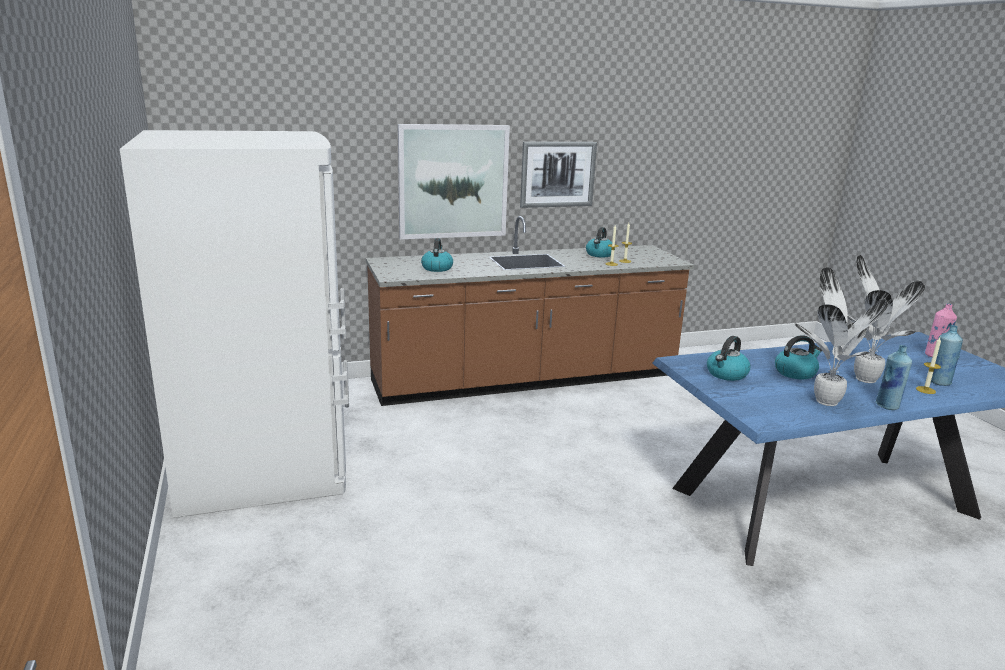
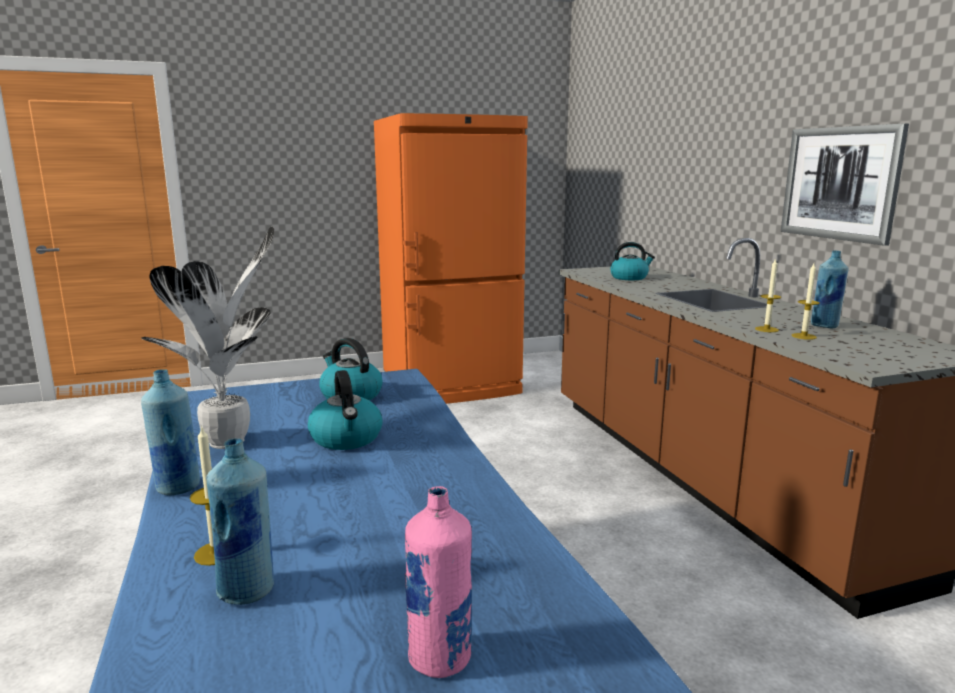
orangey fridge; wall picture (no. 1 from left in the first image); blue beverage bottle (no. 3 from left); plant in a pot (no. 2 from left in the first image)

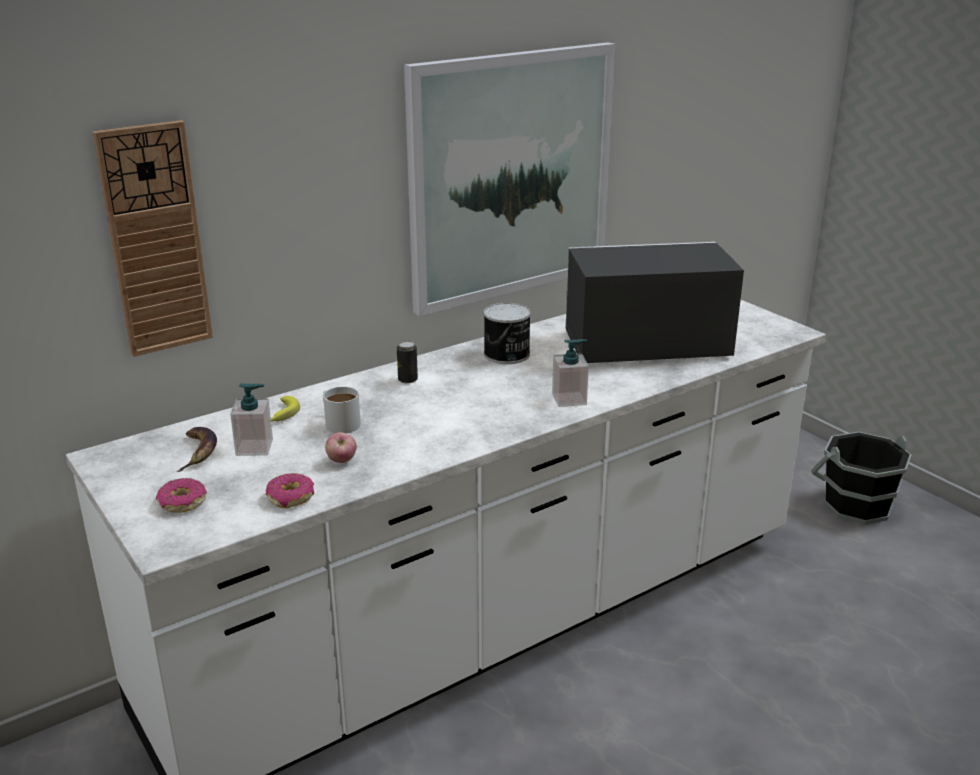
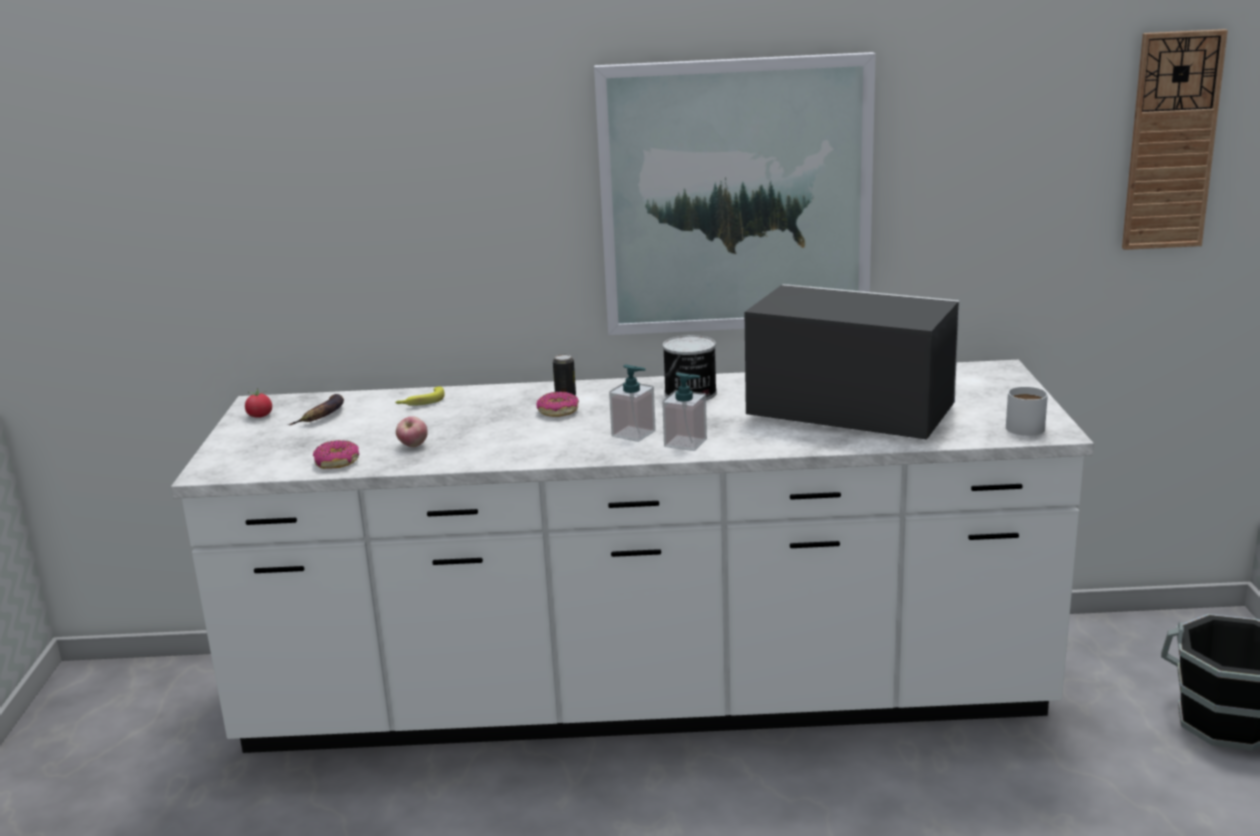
wall clock; ring doughnut (no. 2 from left); liquid soap bottle (no. 1 from left); whitish coffee mug; tomato

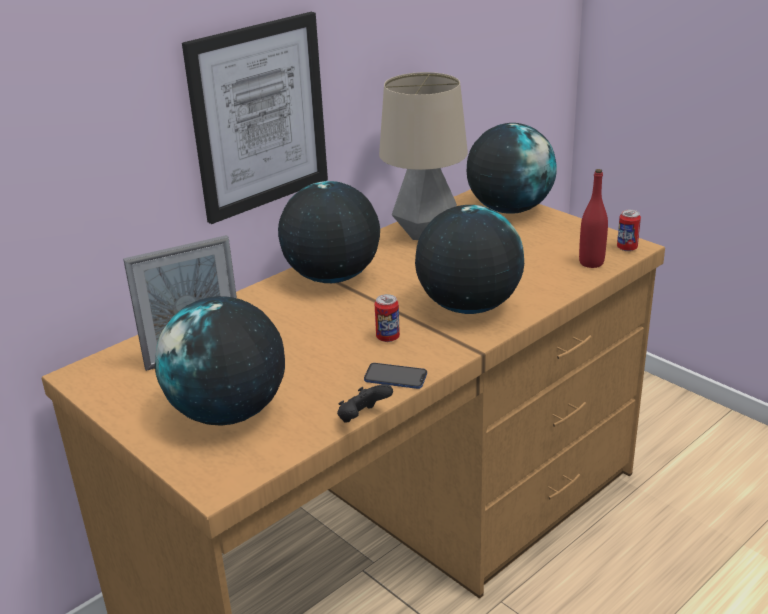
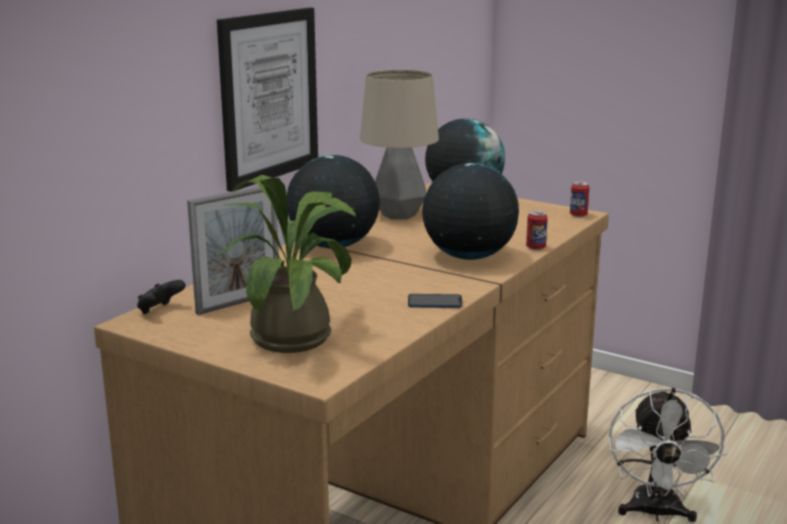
plant in a pot; black-coloured joypad; metal can (no. 1 from left); reddish beverage bottle; whitish cooling fan

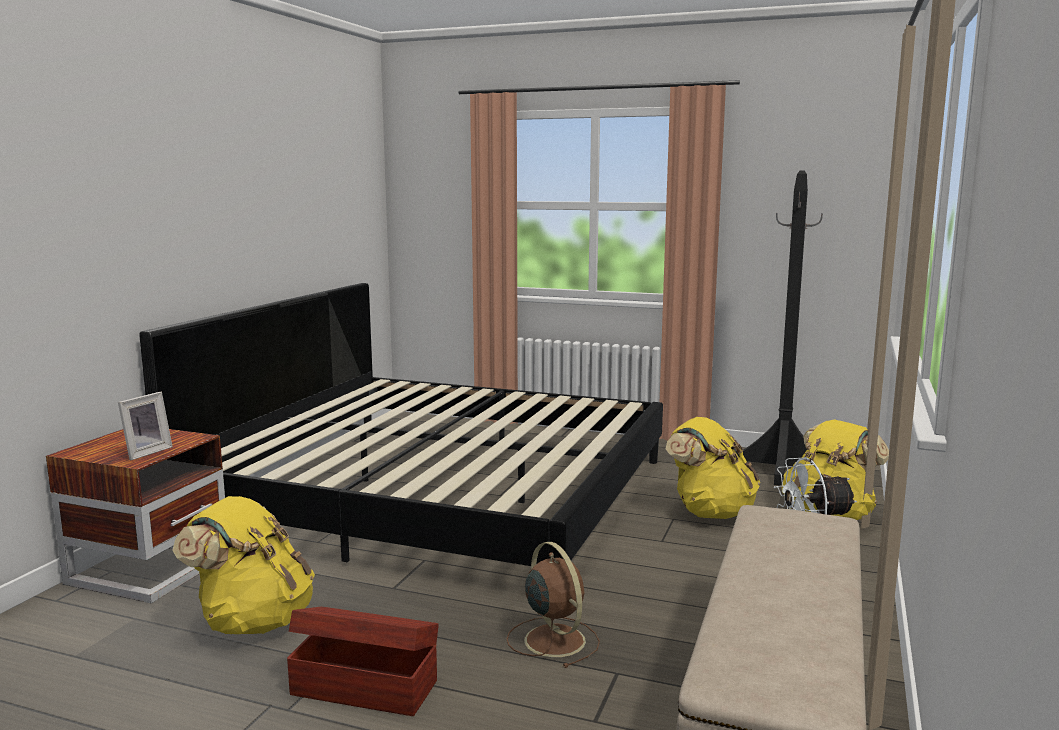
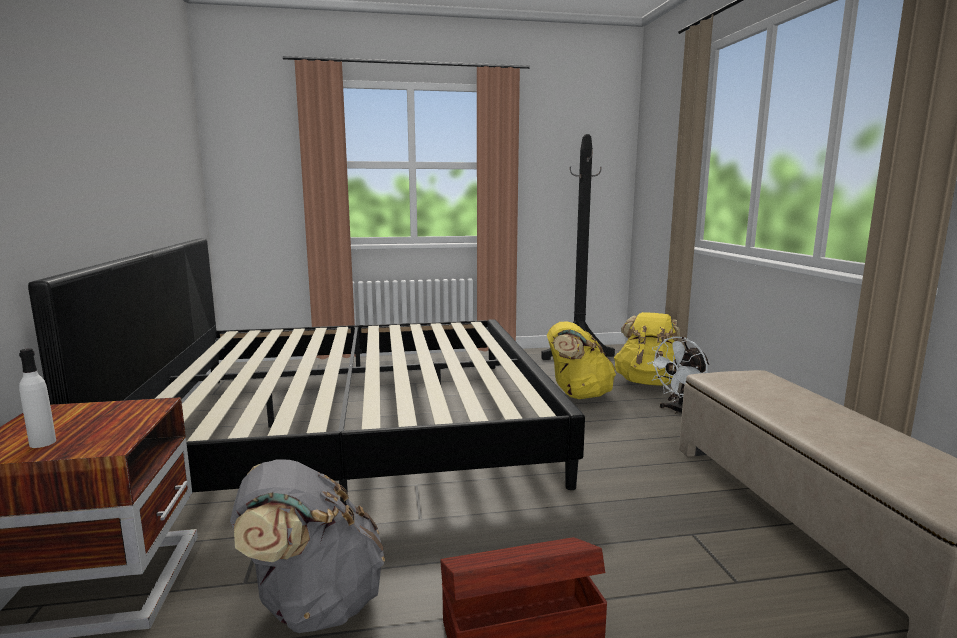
picture frame; gray backpack; brown cooling fan; whitish beverage bottle

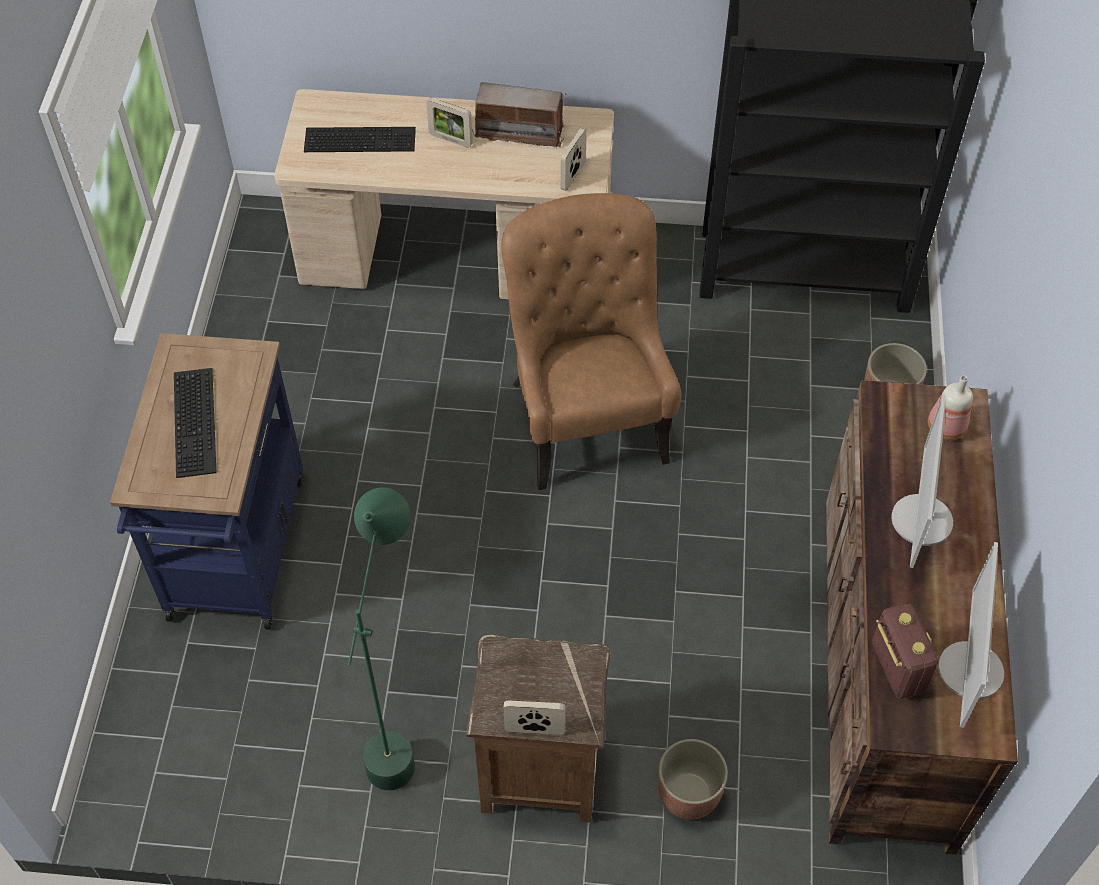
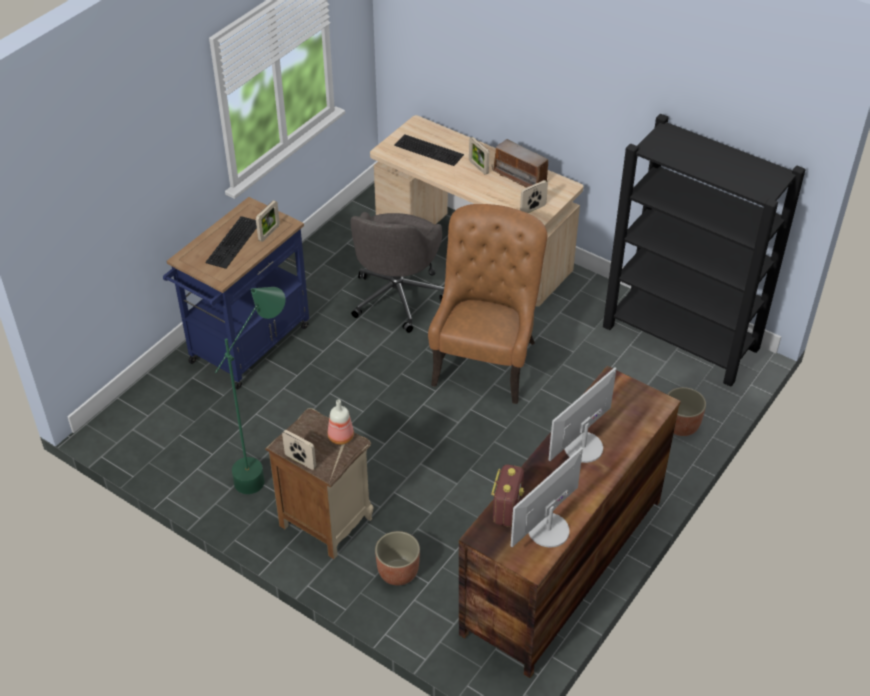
beverage bottle; picture frame (no. 1 from left); gray computer chair

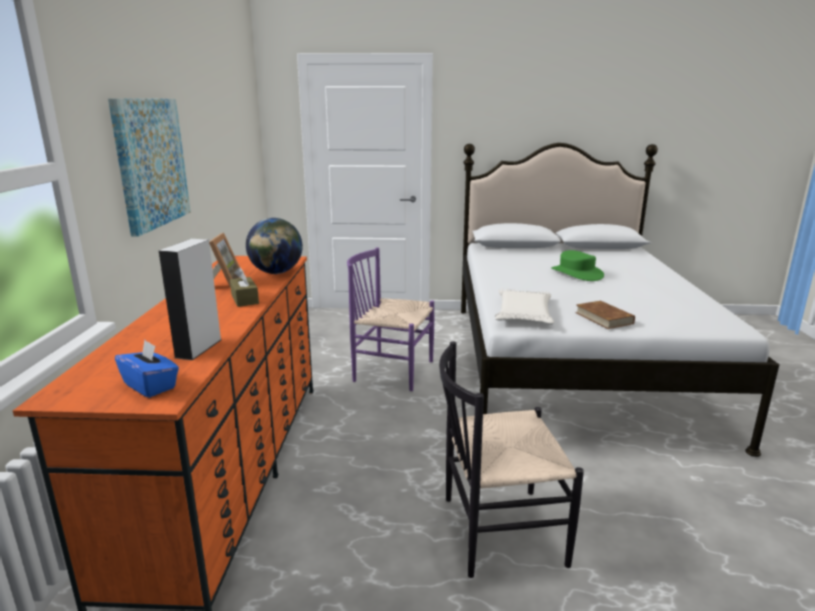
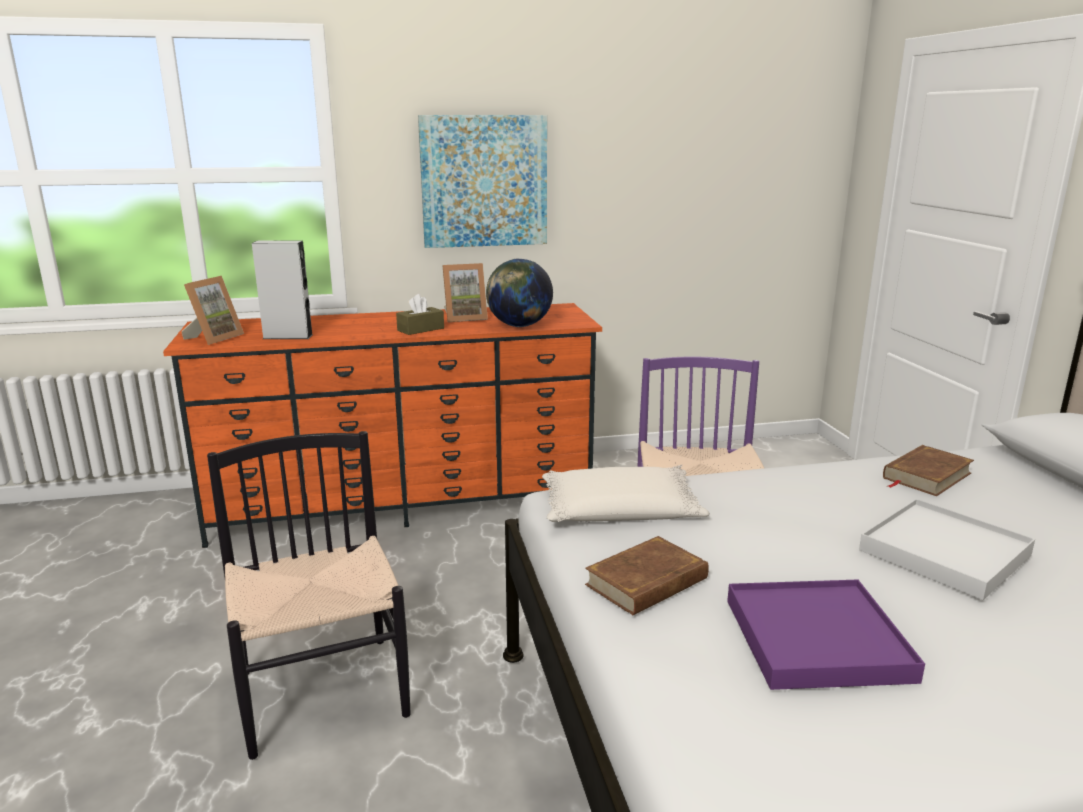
picture frame (no. 1 from left); whitish carrying tray; purple-coloured carrying tray; brown bound book (no. 2 from left)

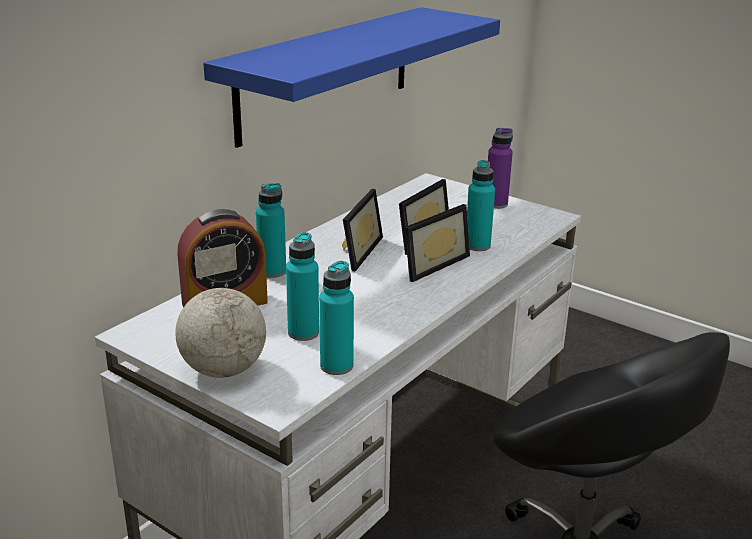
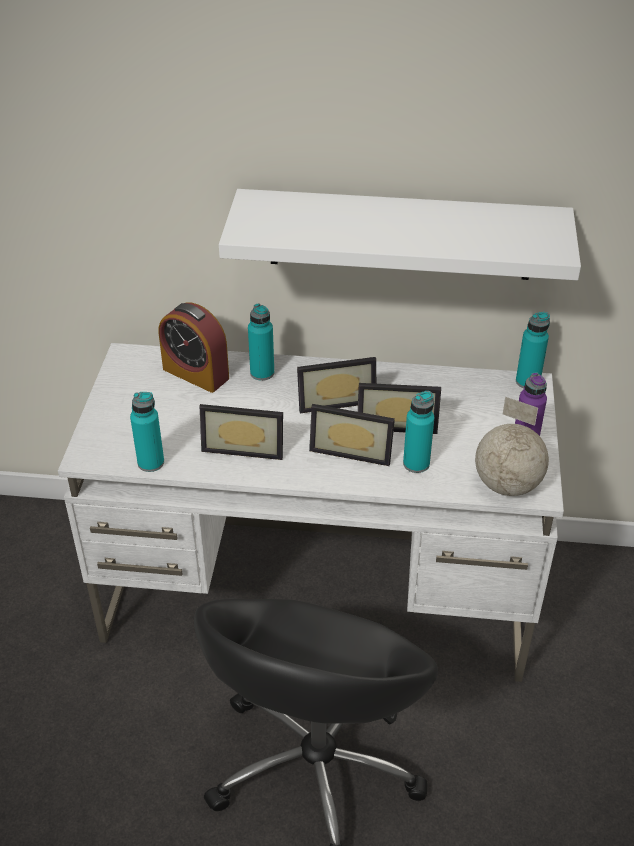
world globe; whitish wall shelf; turquoise beverage bottle (no. 4 from left); picture frame (no. 1 from left)

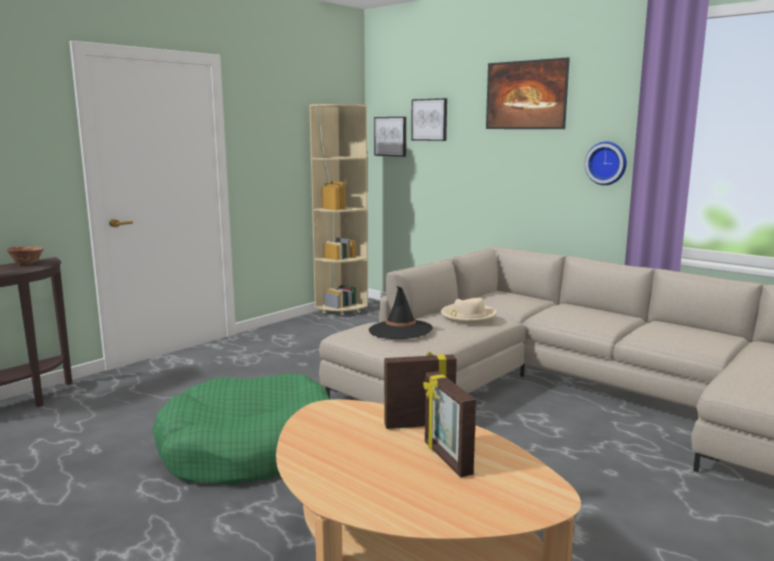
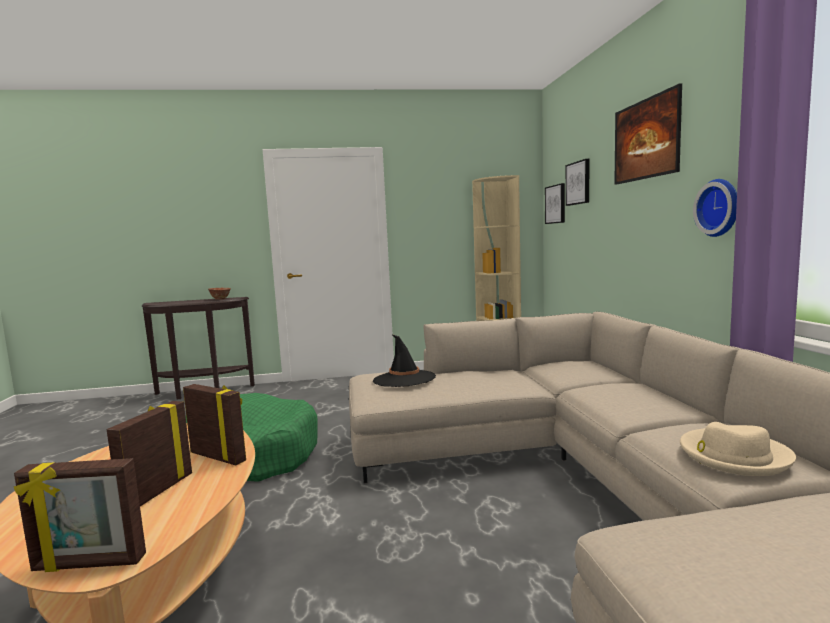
beige-coloured clothing hat; picture frame (no. 1 from left)

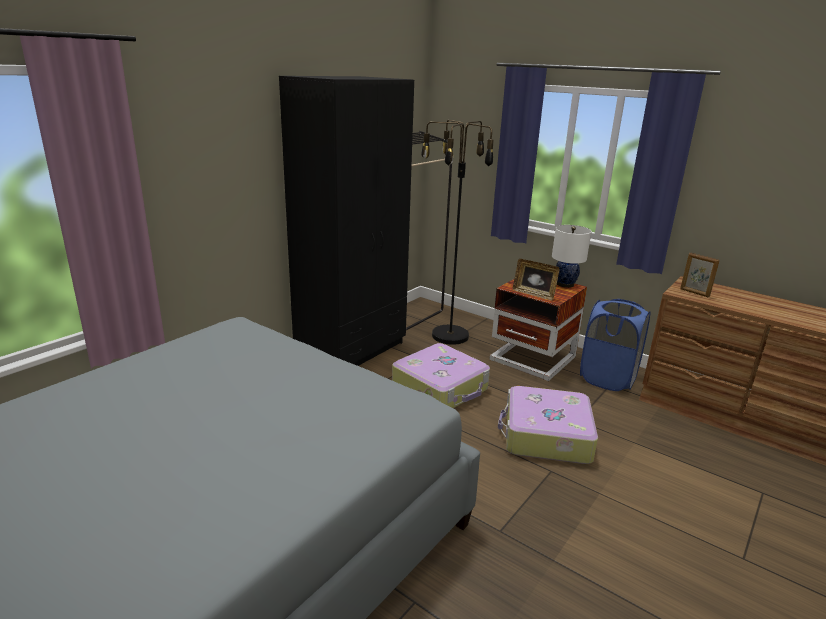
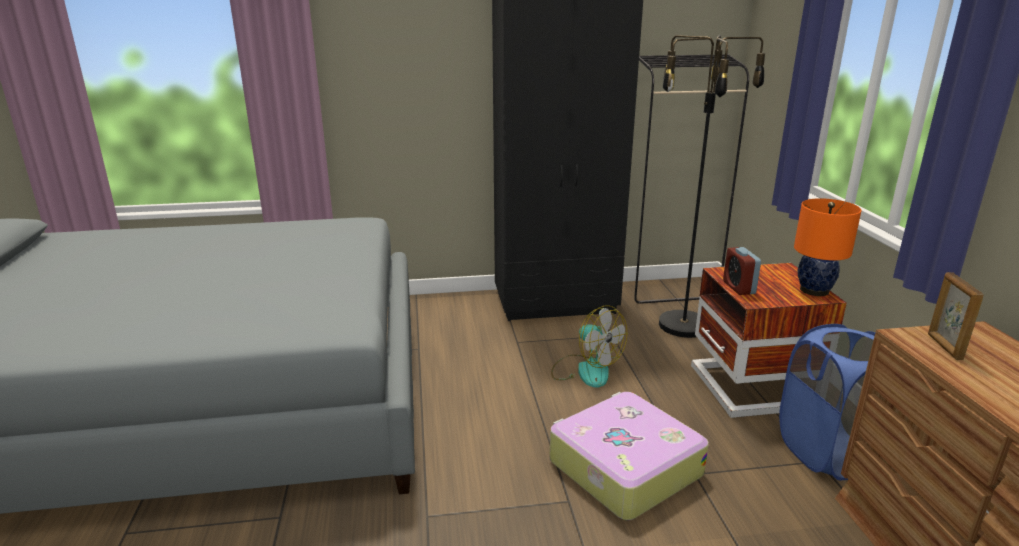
cooling fan; alarm clock; orangey lamp for a table

